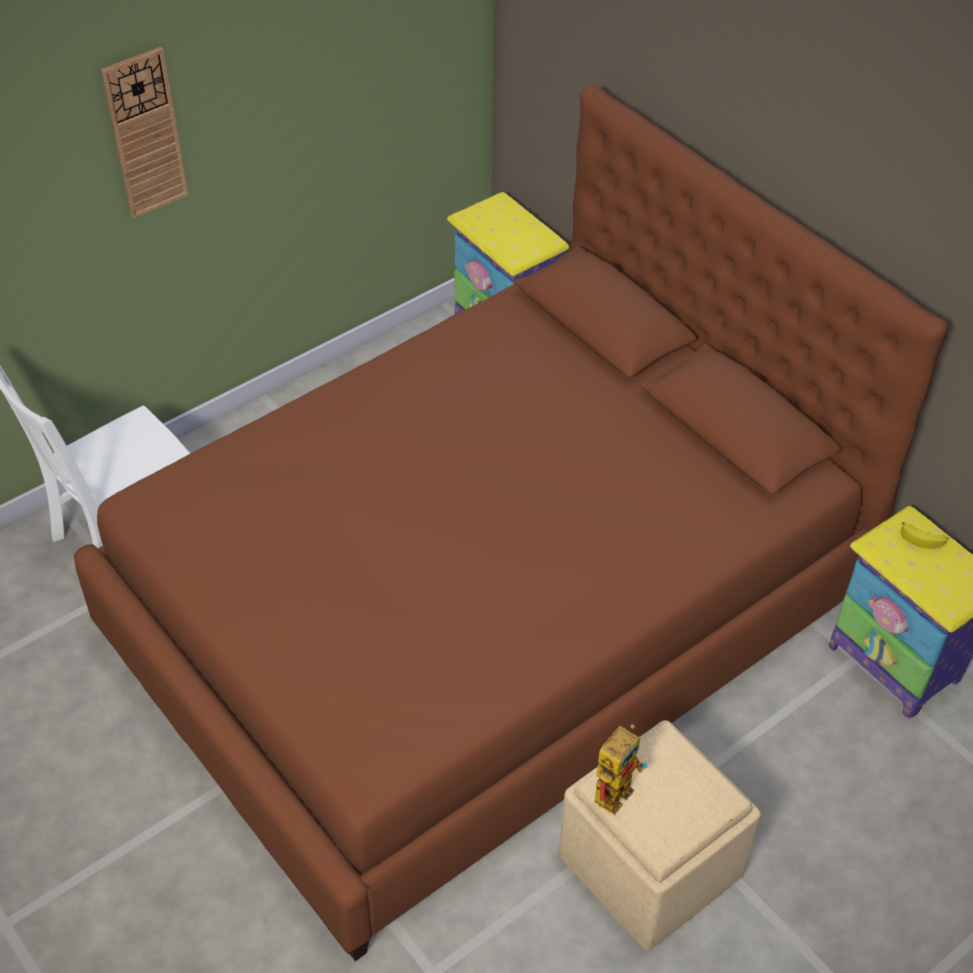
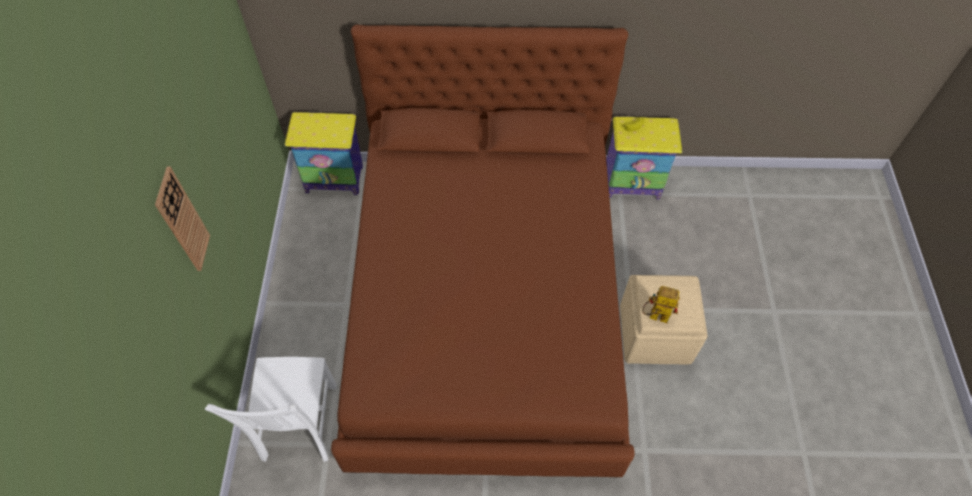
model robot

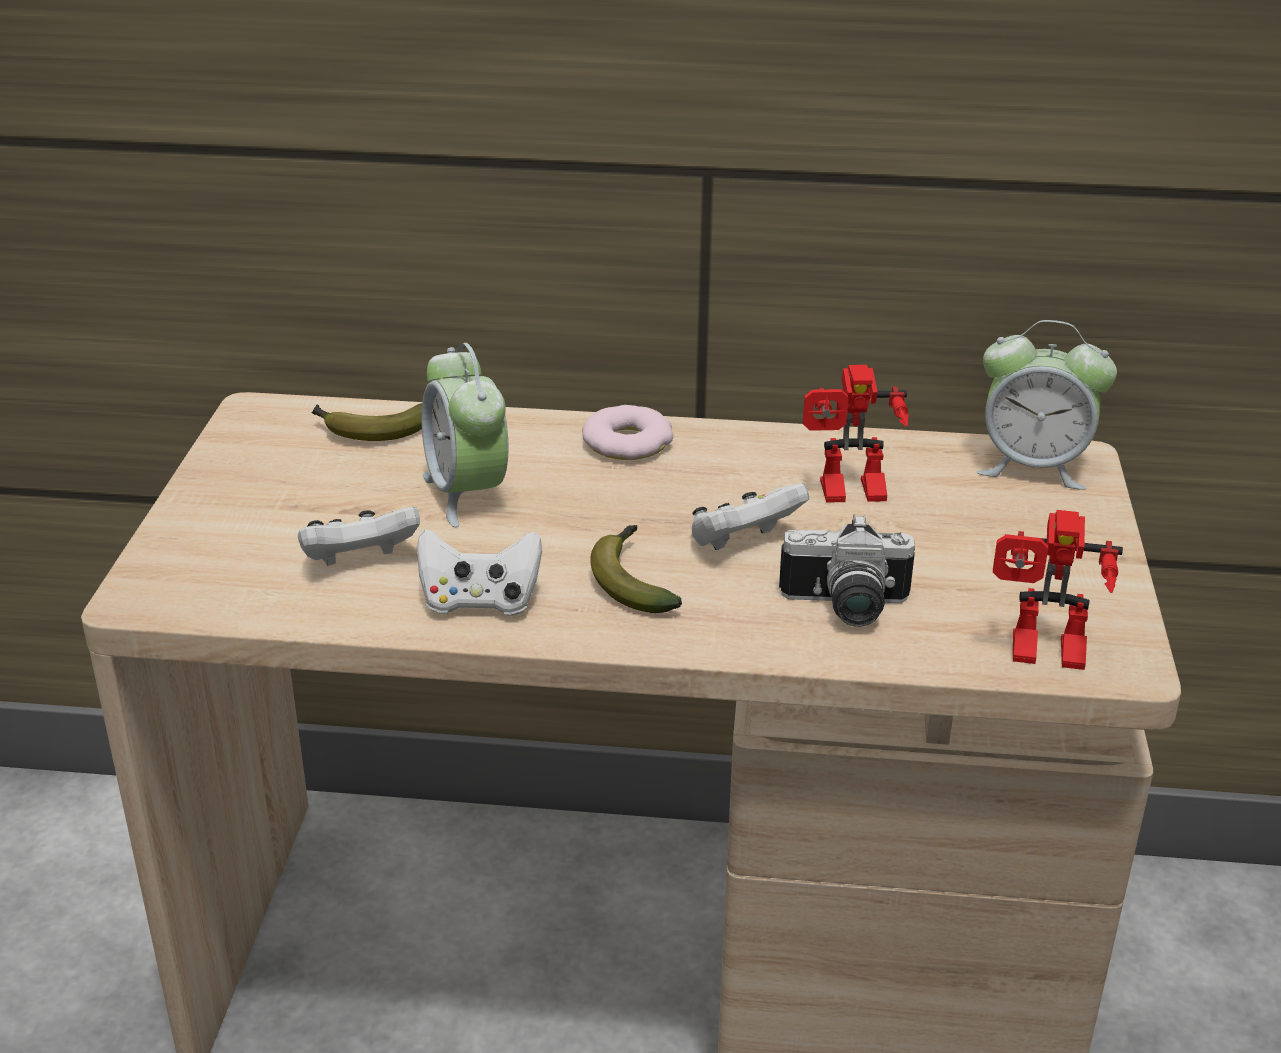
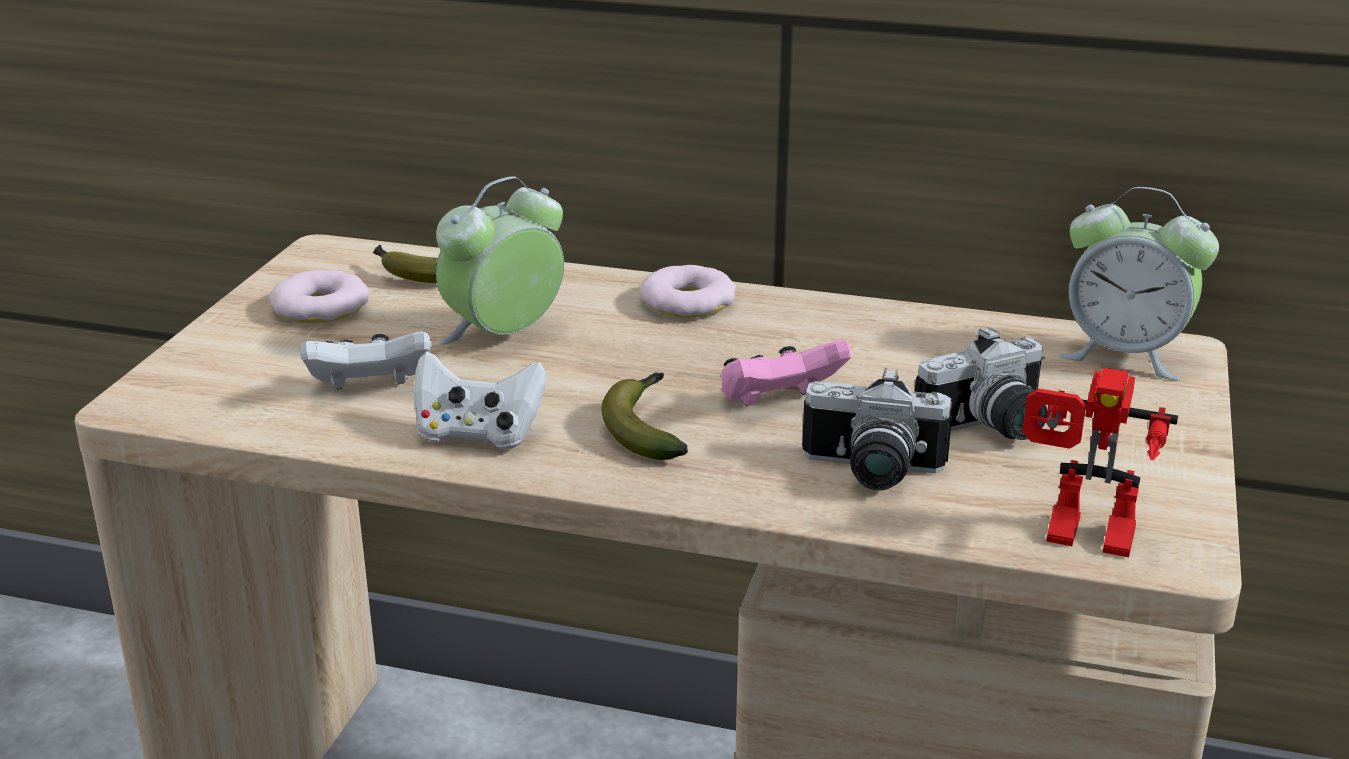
alarm clock (no. 1 from left); pink-coloured joypad; model robot (no. 1 from left in the first image); ring doughnut (no. 1 from left); photo camera (no. 2 from left)

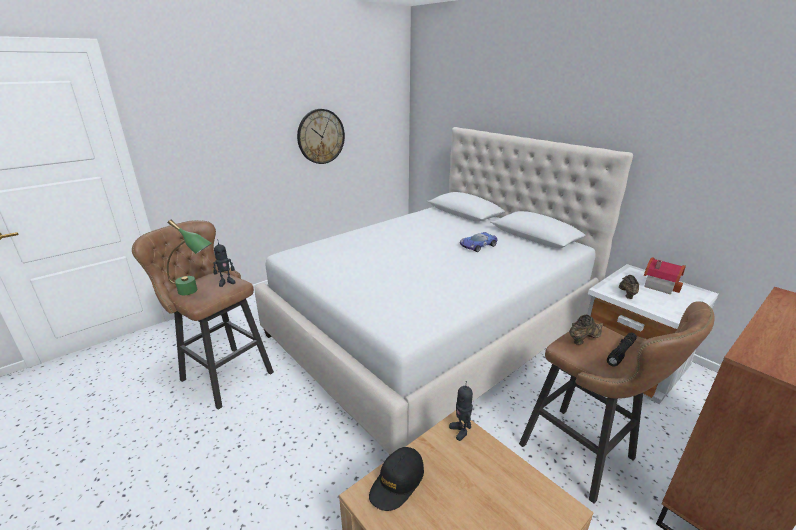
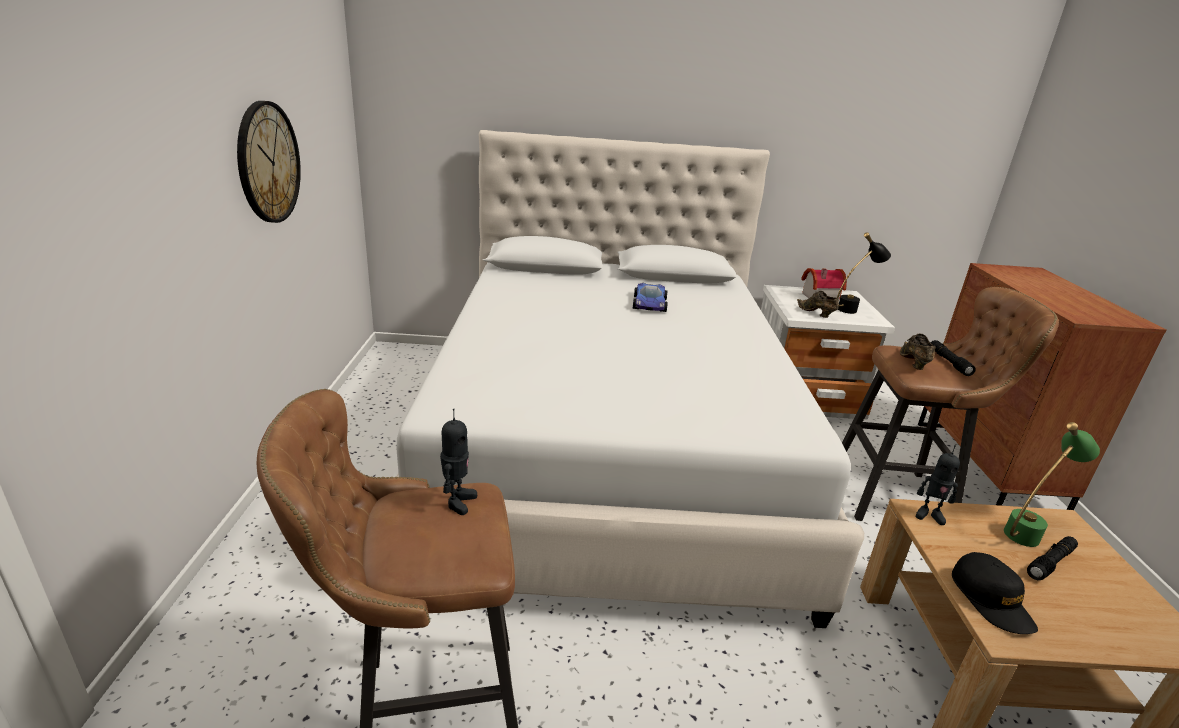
greenish lamp for a table; black-coloured lamp for a table; black-coloured torch (no. 2 from left)

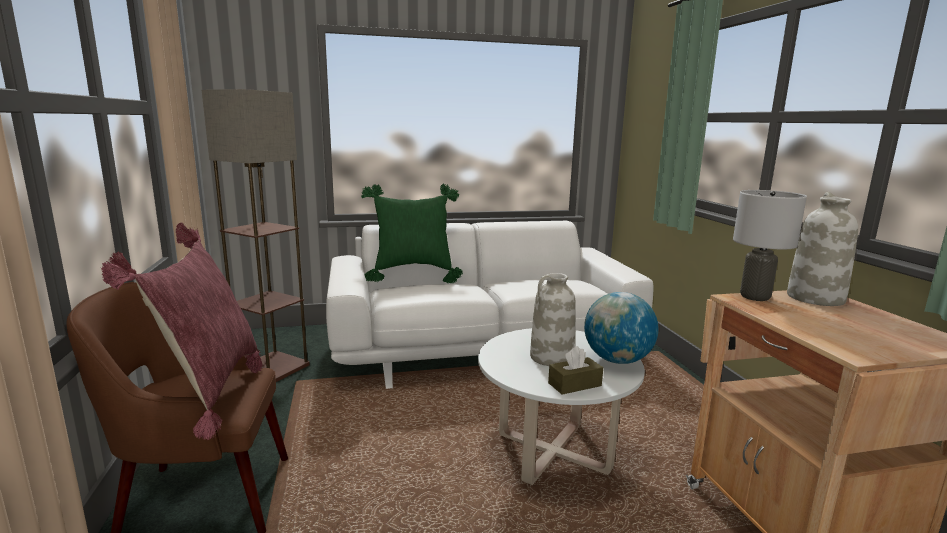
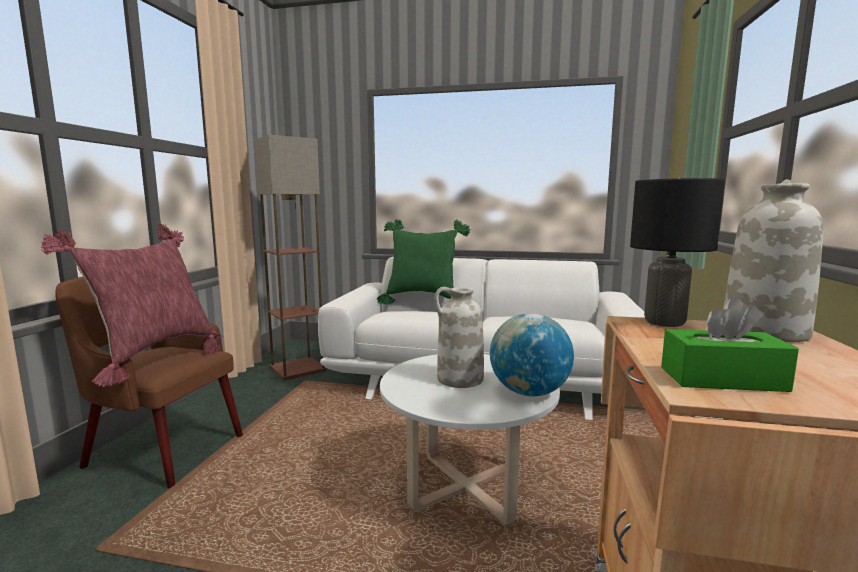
brown box of tissues; black-coloured lamp for a table; greenish box of tissues

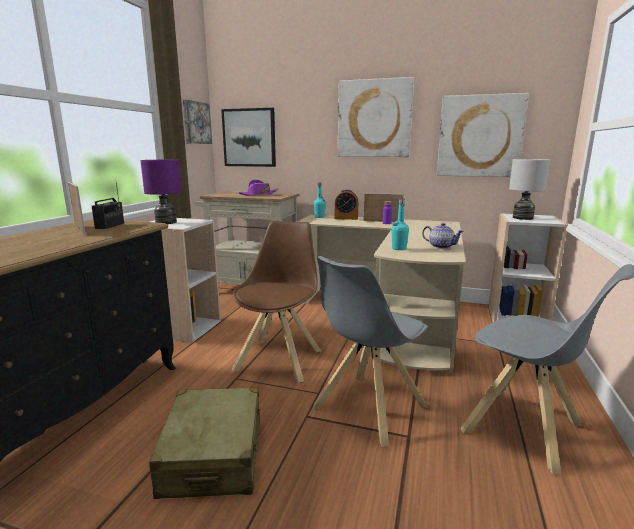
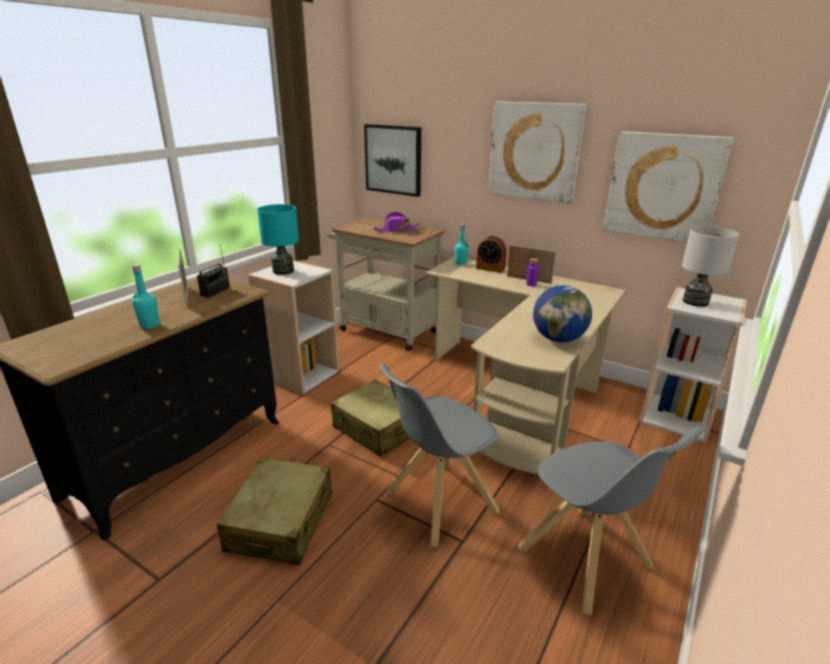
turquoise lamp for a table; wall picture (no. 1 from left in the first image); beige-coloured suitcase (no. 2 from left); turquoise beverage bottle (no. 1 from left); world globe

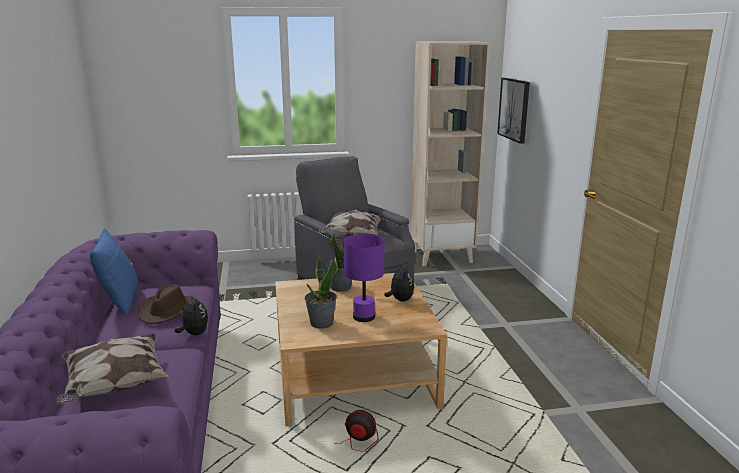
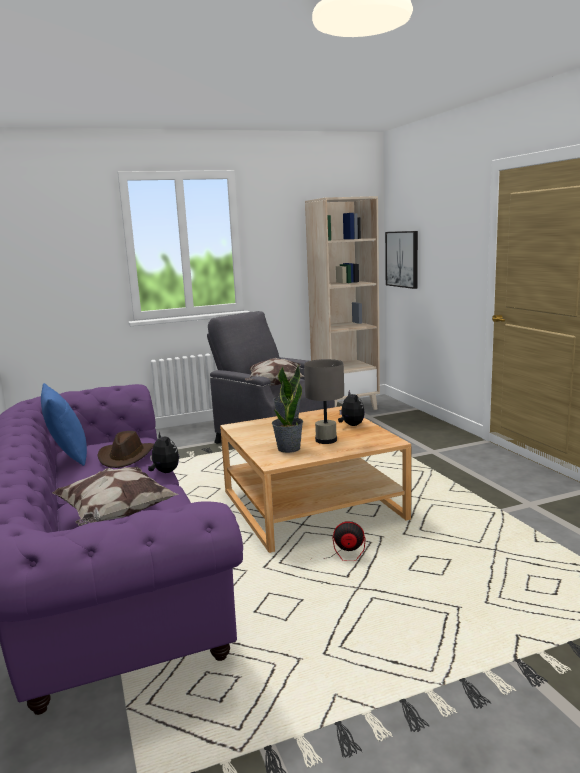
gray lamp for a table

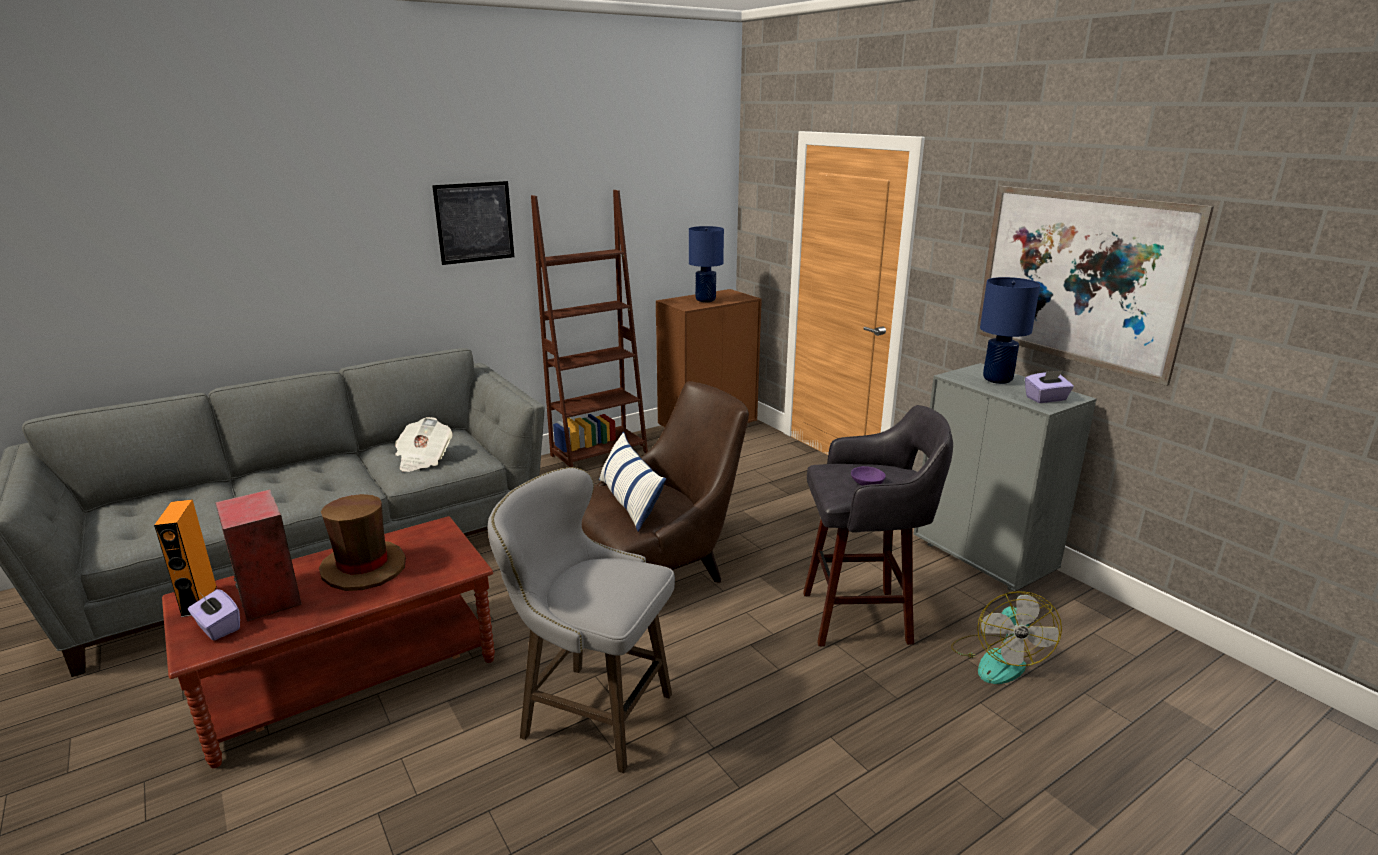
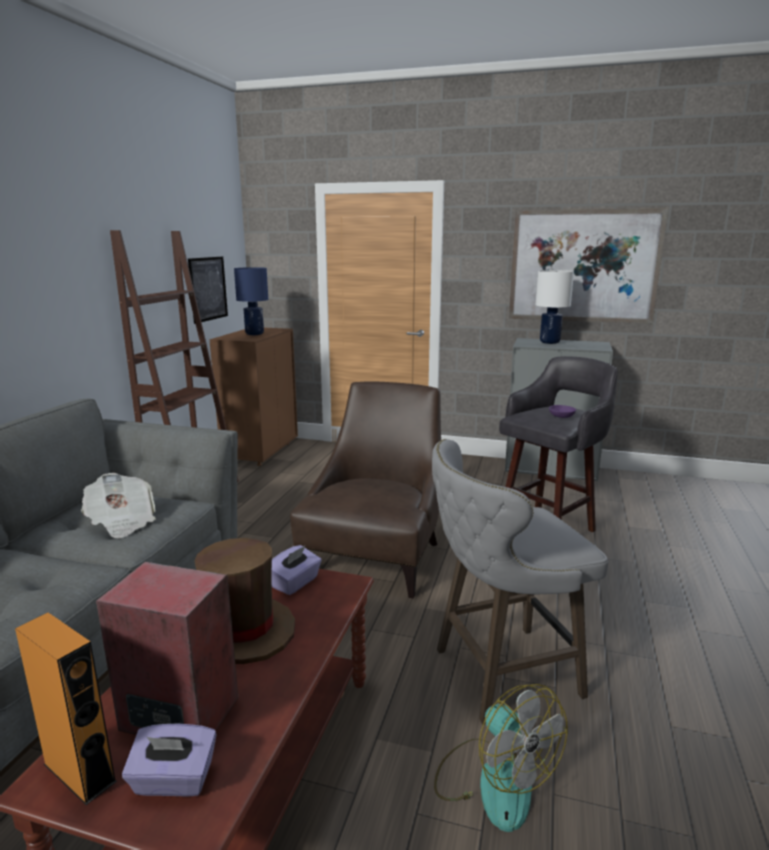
wall picture (no. 1 from left); cushion; cooling fan; whitish lamp for a table; purple-coloured box of tissues (no. 2 from left)

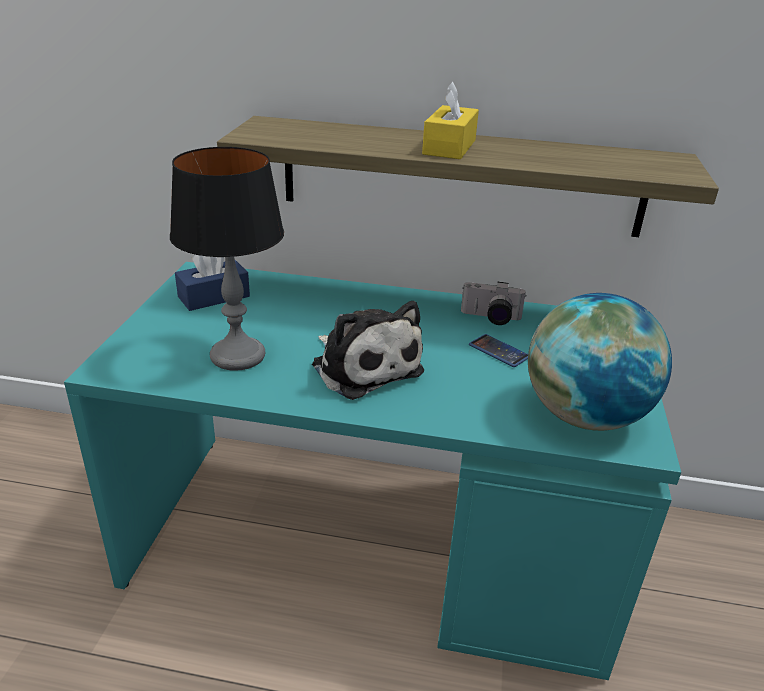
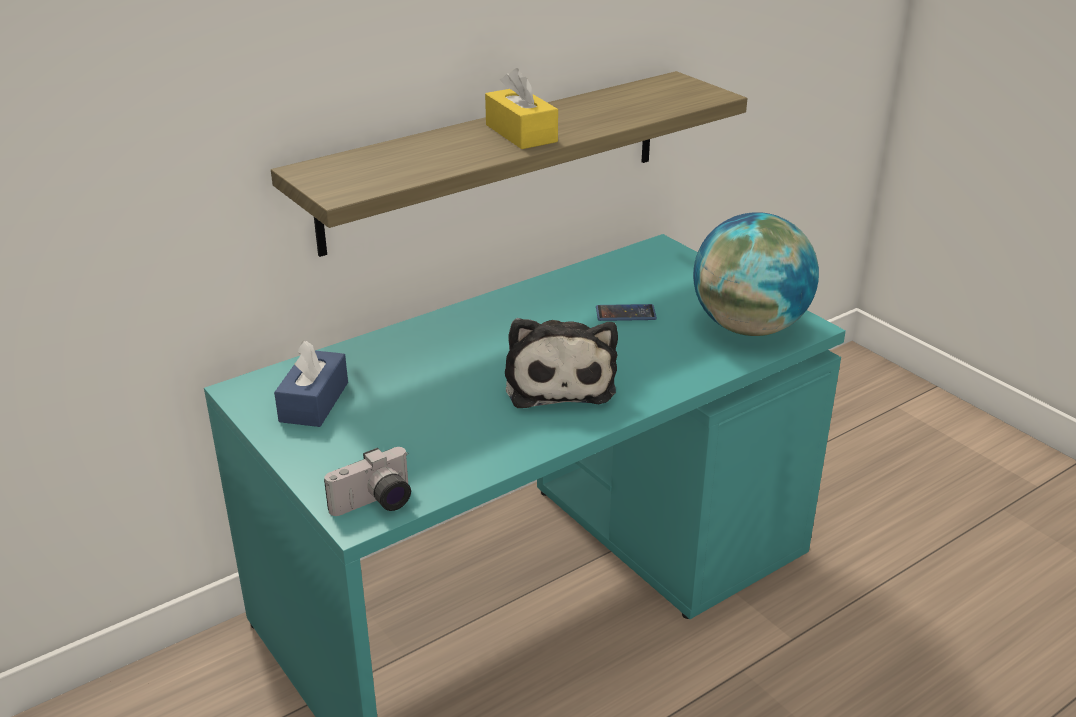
lamp for a table; plush toy; photo camera

